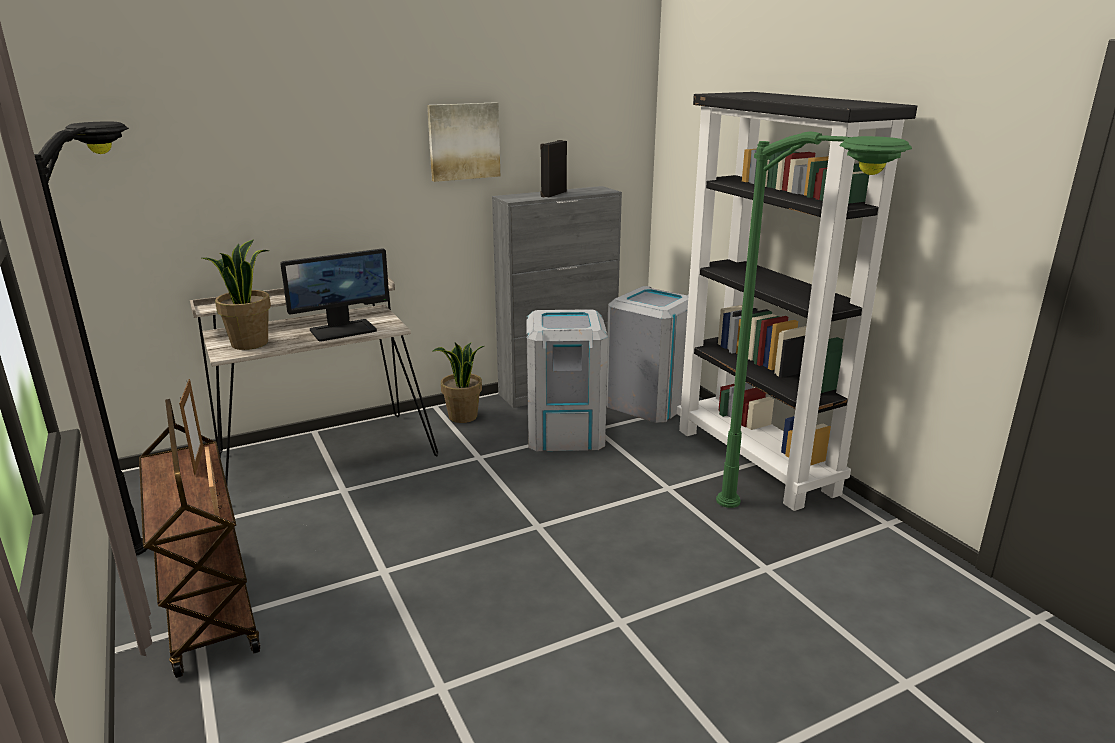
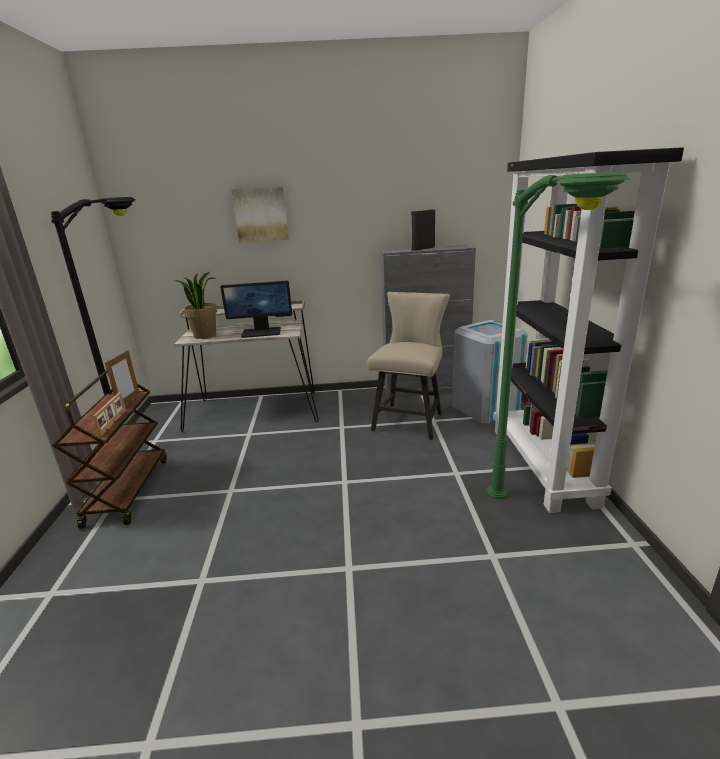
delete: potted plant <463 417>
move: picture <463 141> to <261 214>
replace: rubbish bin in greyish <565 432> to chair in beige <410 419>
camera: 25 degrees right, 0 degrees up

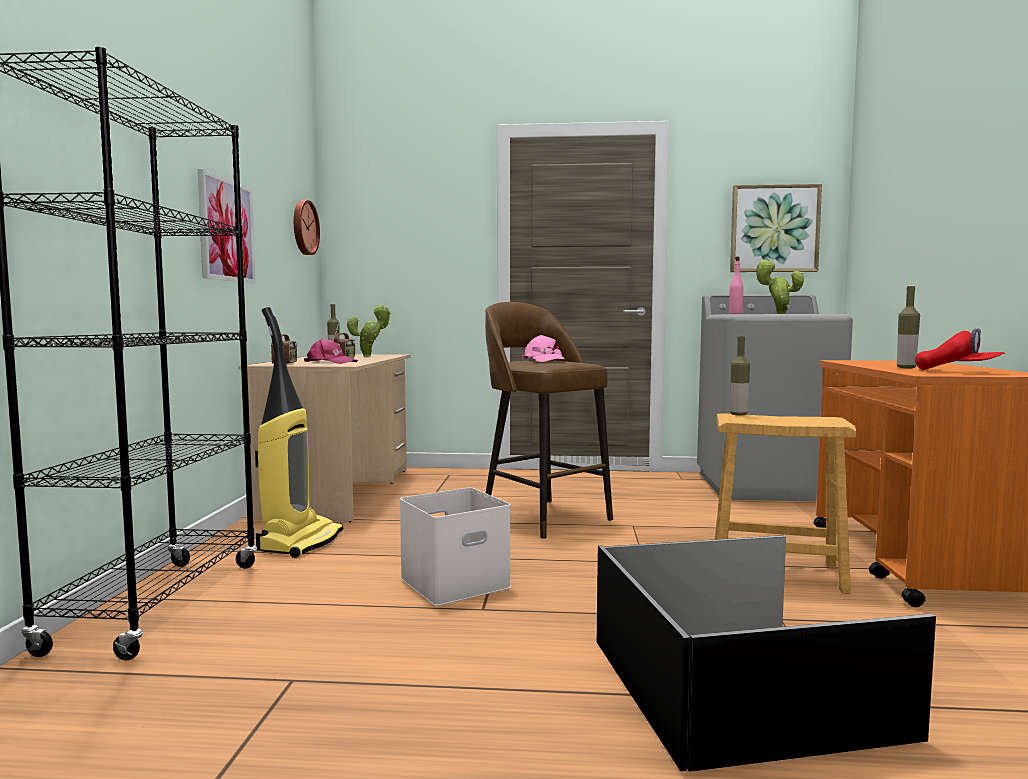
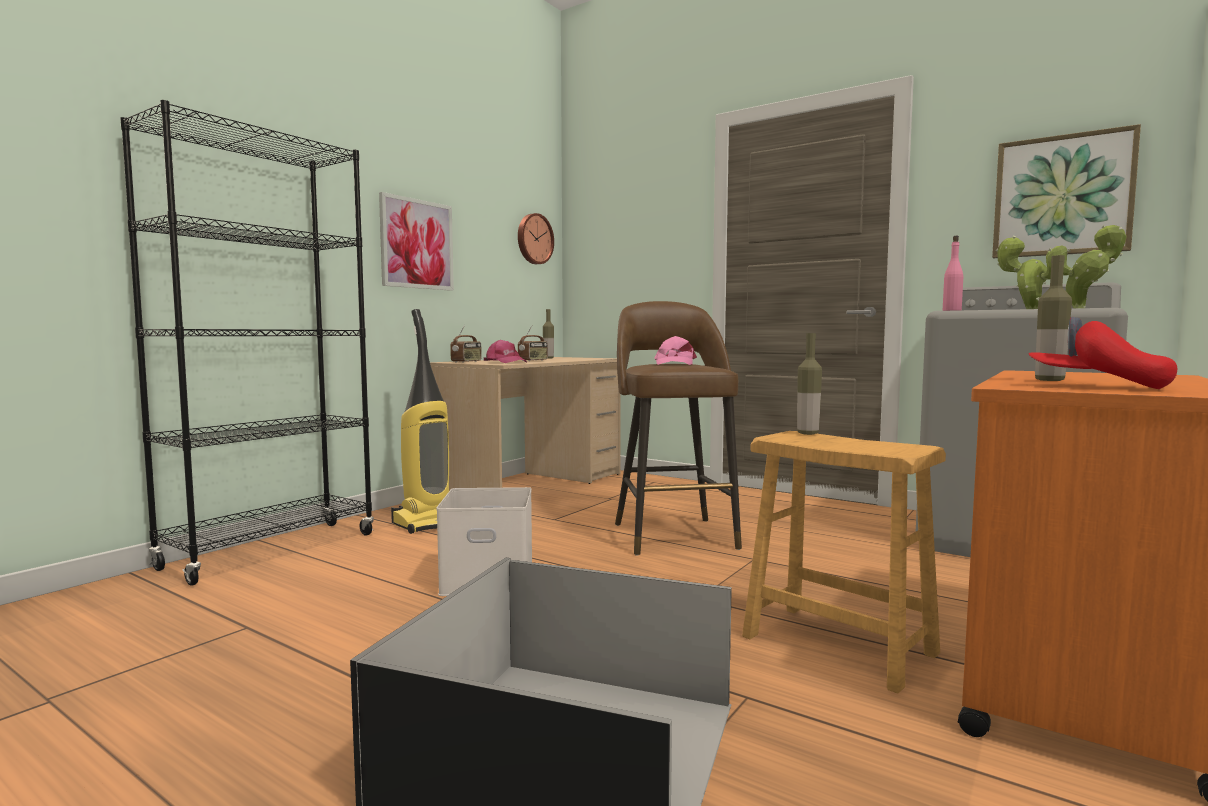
move: potted plant <370 356> to <1083 308>
rotate: baseball cap in red-coloured <957 371> = <1097 386> 150 degrees clockwise
camera: 30 degrees right, 0 degrees up

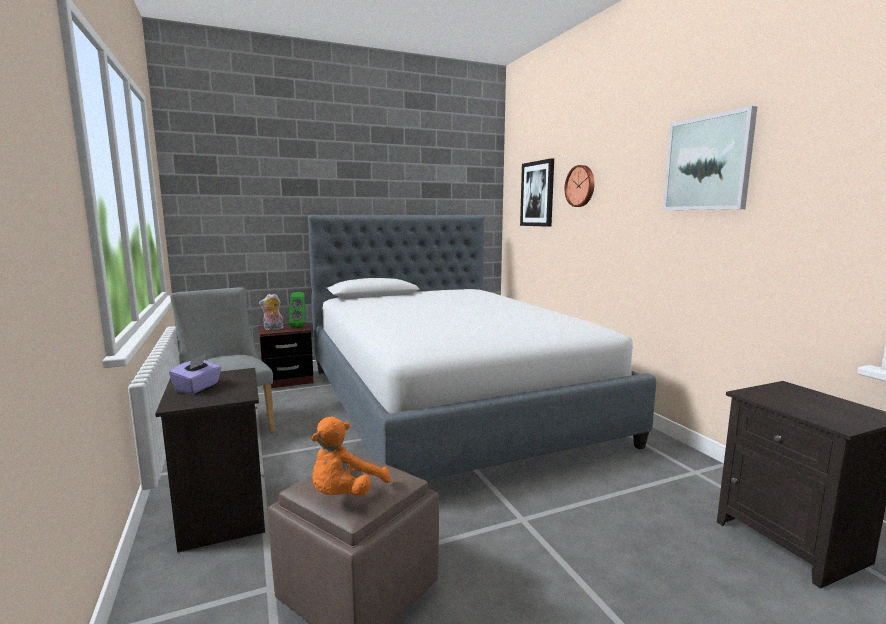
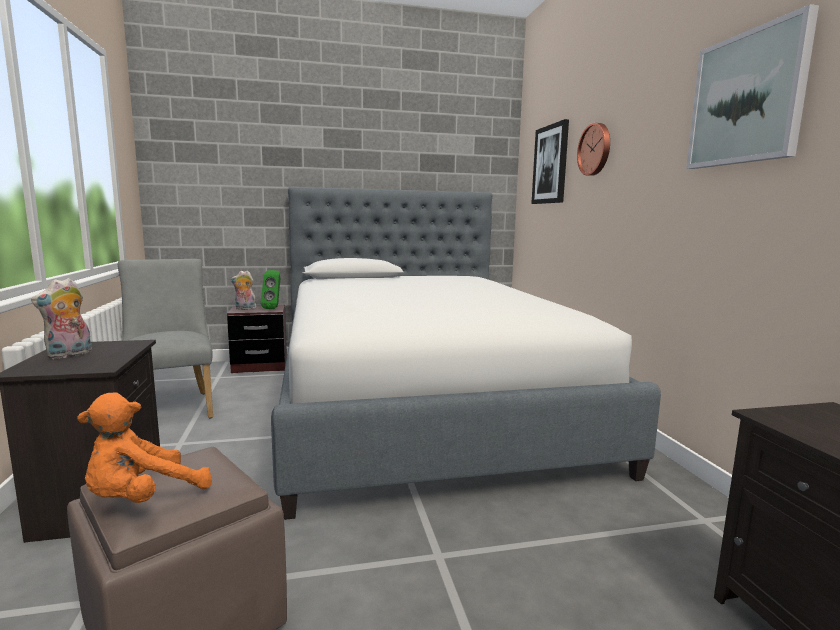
replace: tissue holder in purple-coloured <198 387> to soft toy <69 355>
camera: 10 degrees right, 0 degrees up

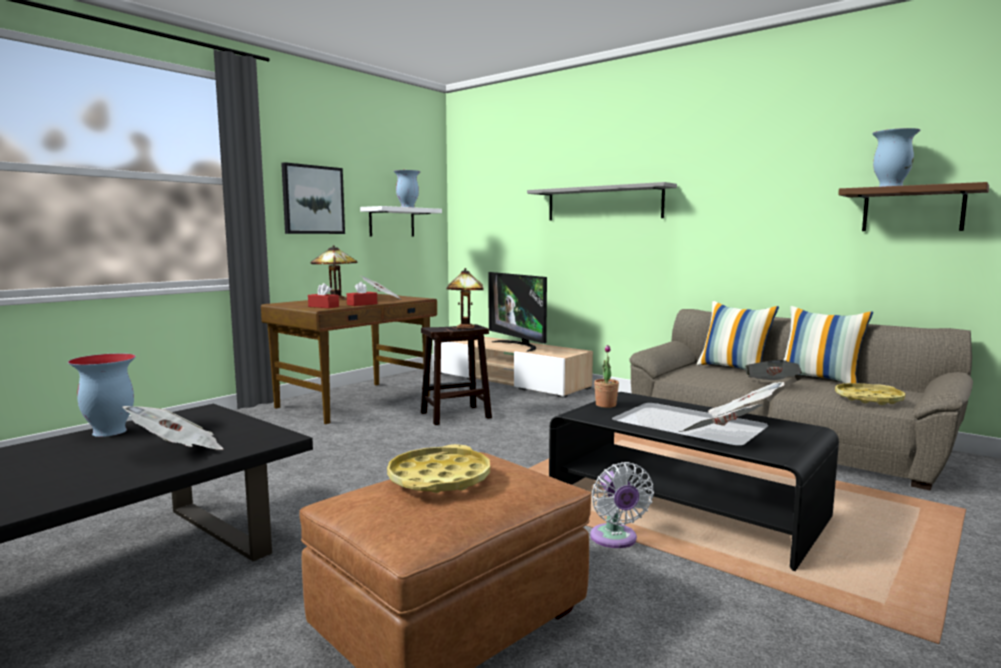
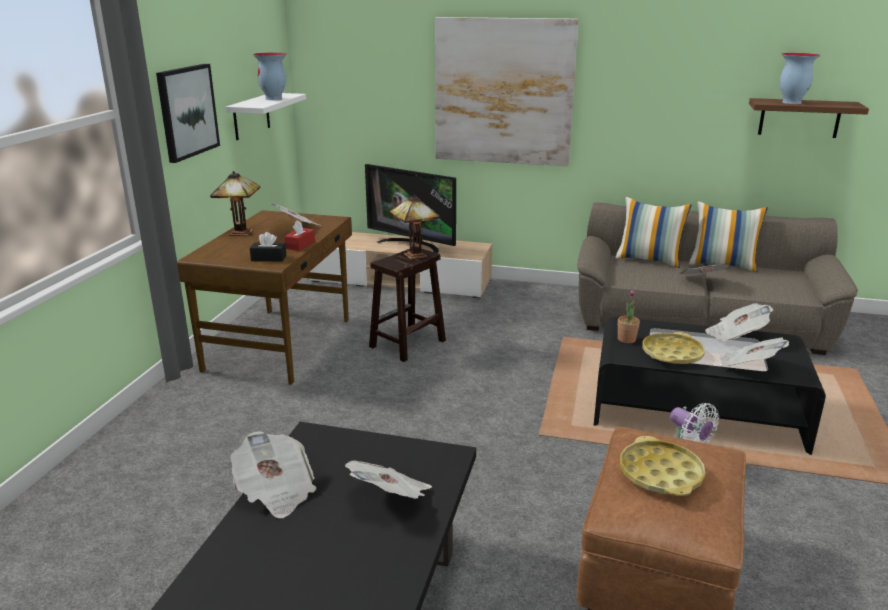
move: serving tray in yellow-coloured <868 399> to <672 354>
replace: bracket shelf in greyish <603 203> to picture <503 92>; decorative vase <109 432> to daily paper <275 492>
recolor: tissue holder in red-coloured <323 307> to tissue holder in blackish <268 258>
camera: 25 degrees left, 15 degrees up

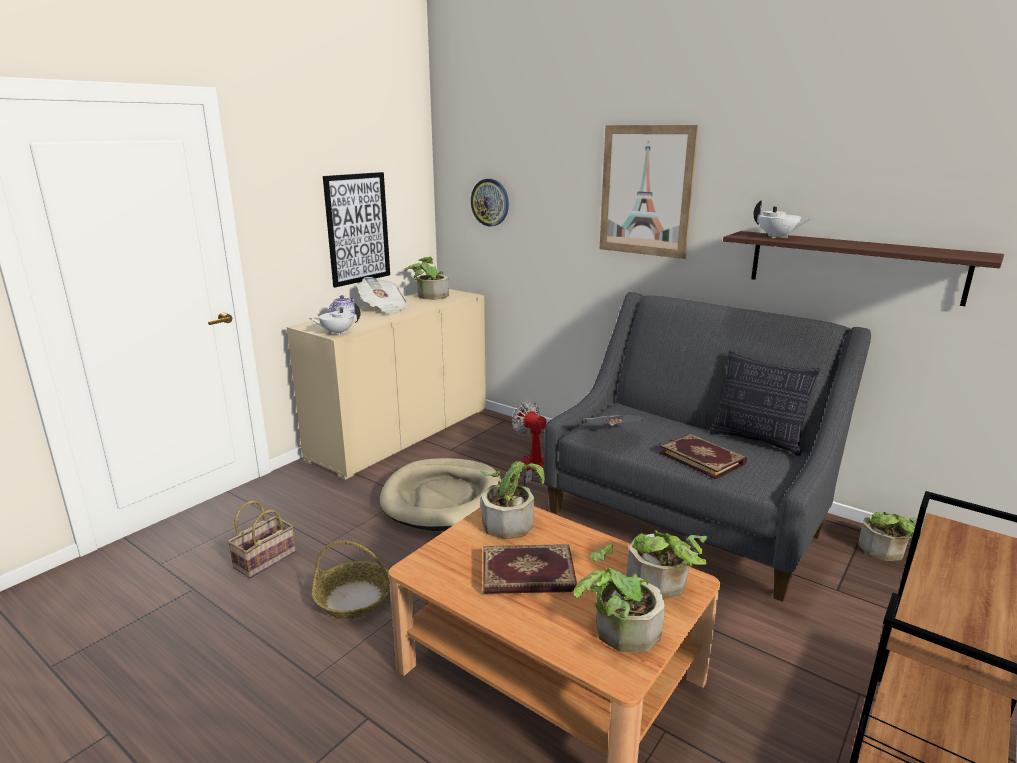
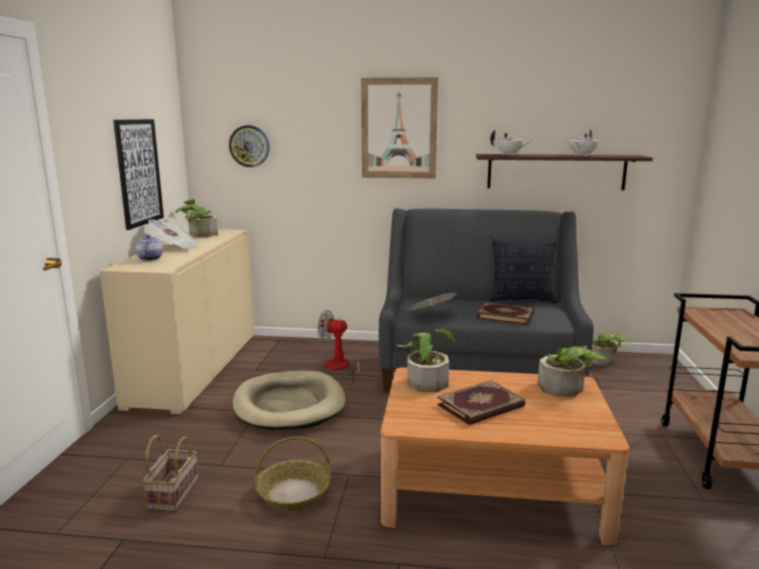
delete: potted plant <618 630>
move: tea pot in white-coloured <337 333> to <581 155>
camera: 30 degrees left, 5 degrees down

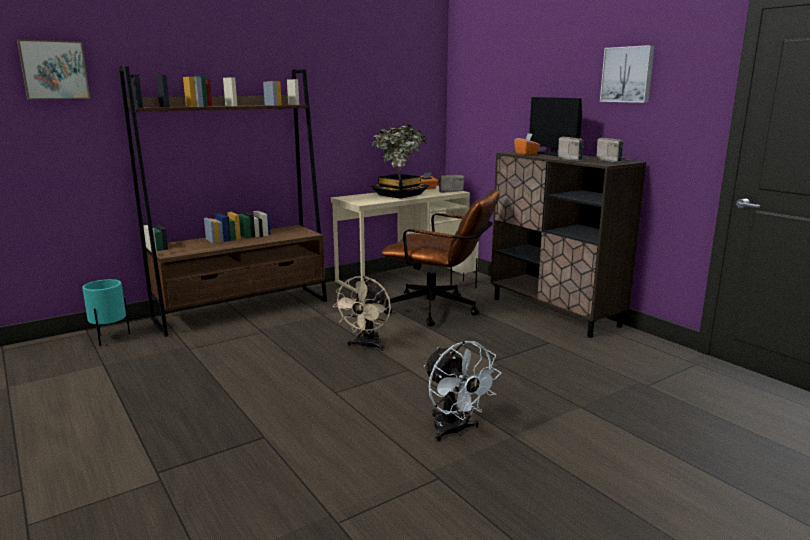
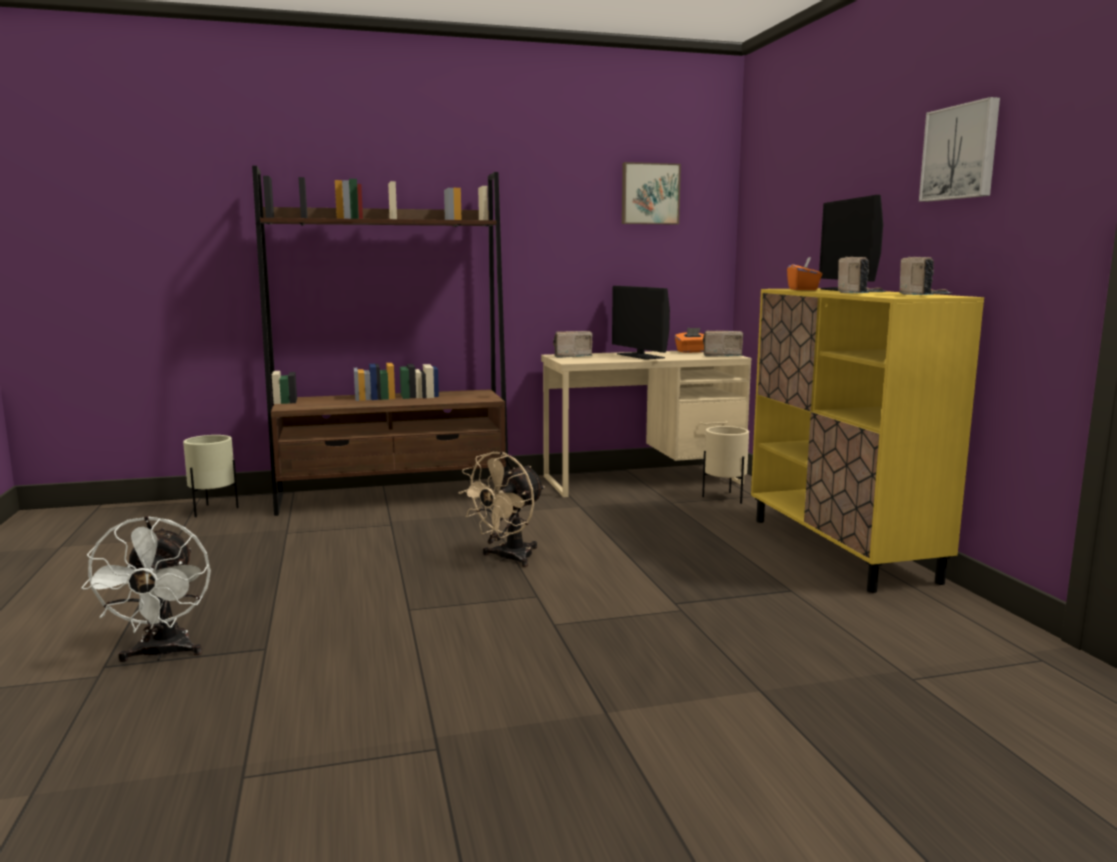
delete: computer chair in brownish <440 311>
insert: radio set <570 356>
move: picture <54 70> to <649 194>; cooling fan in white-coloured <454 431> to <162 654>
replace: potted plant <399 195> to computer screen <640 356>
recolor: cupboard in brownish <554 312> to cupboard in yellow-coloured <841 549>; planter in turquoise <110 338> to planter in beige <213 510>
camera: 20 degrees right, 5 degrees down

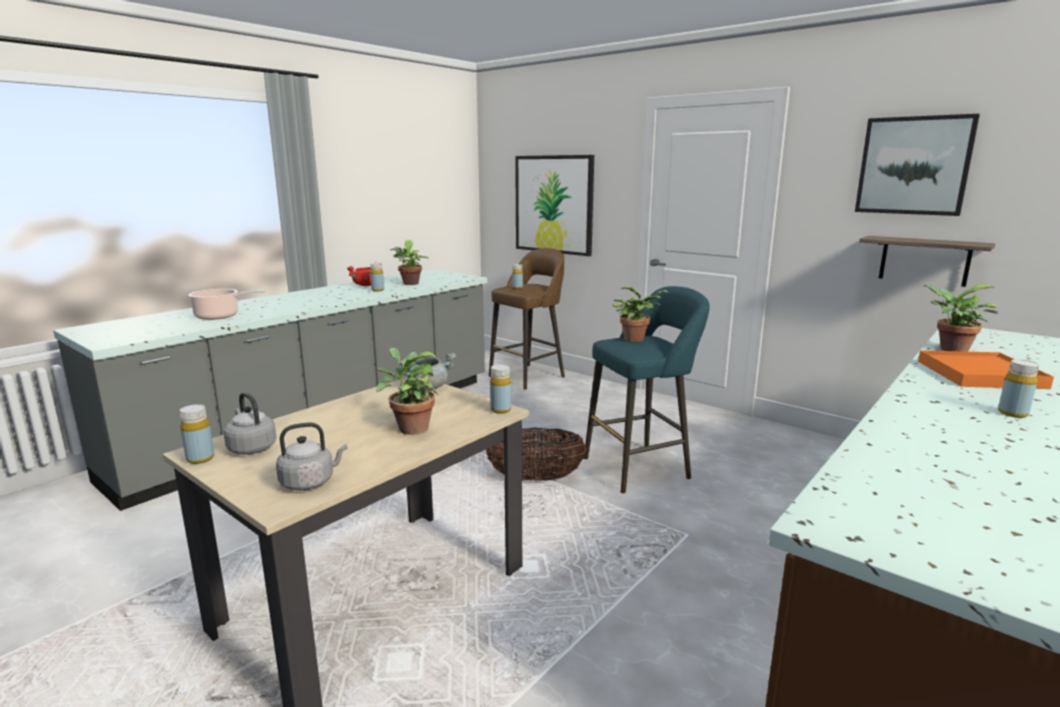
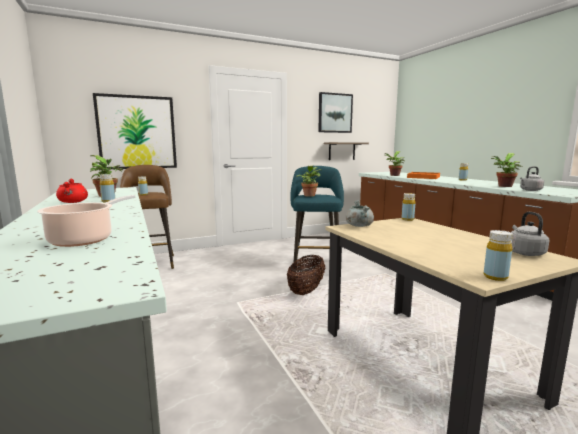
move: potted plant <410 428> to <504 186>; water kettle in greyish <251 448> to <530 190>
camera: 65 degrees left, 5 degrees down

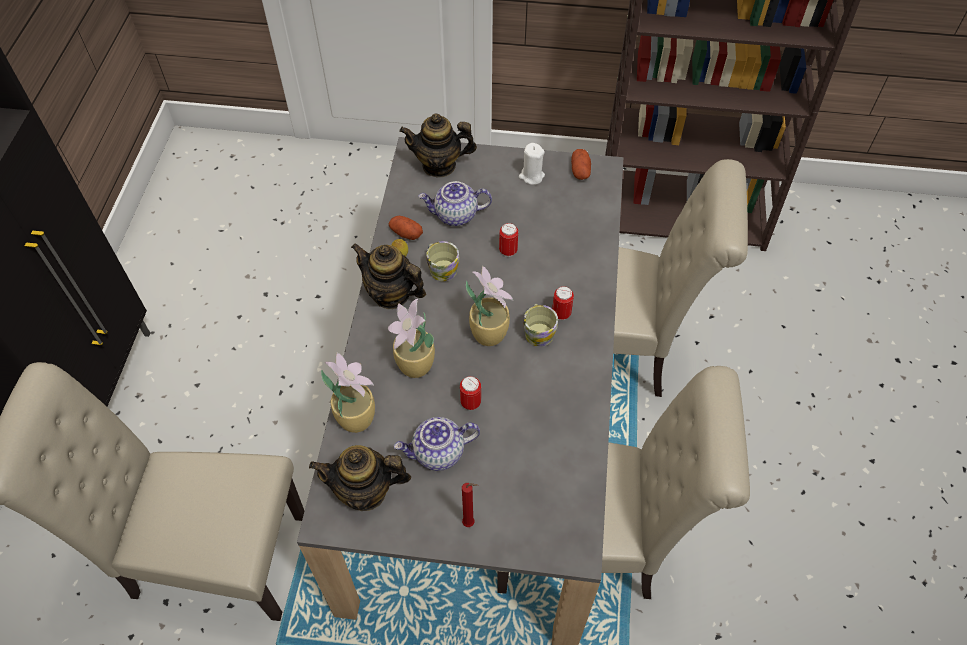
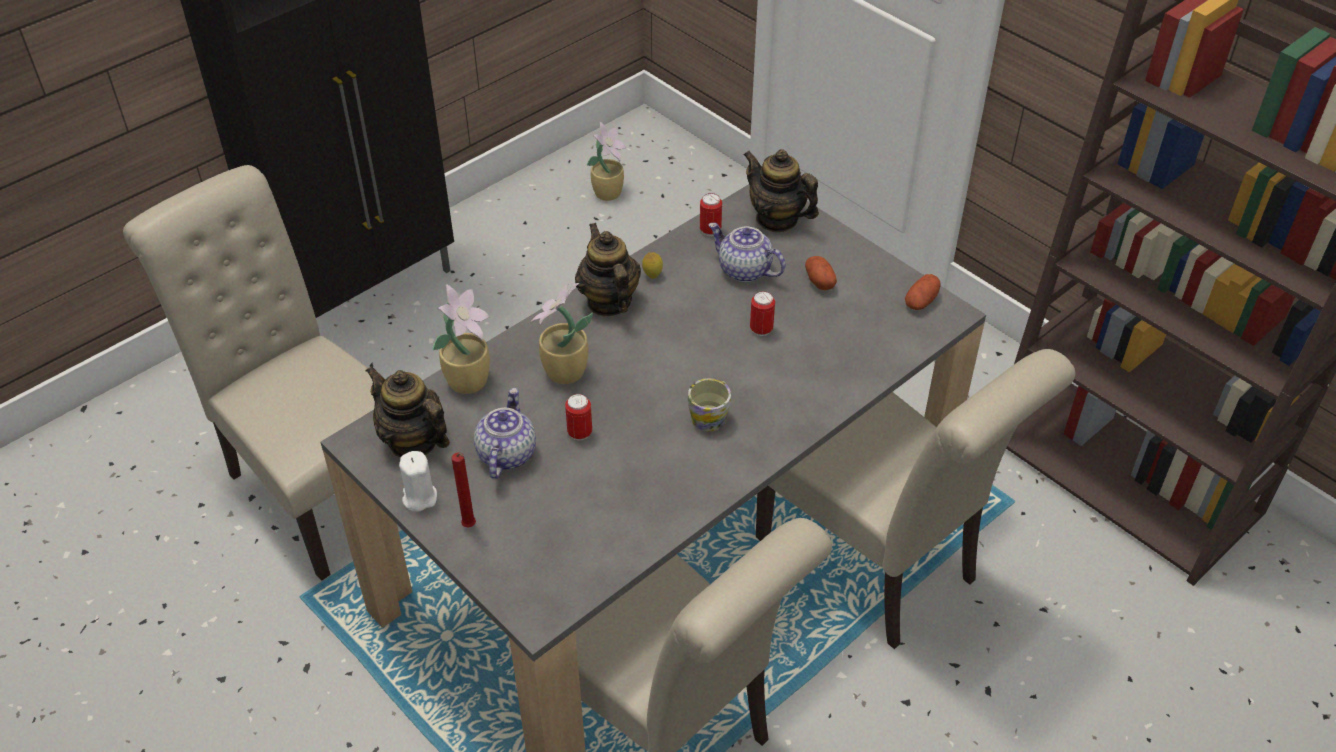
delete: tea mug <441 268>
move: wax candle in white-coloured <531 176> to <419 497>; potato <406 233> to <819 281>; potted plant <489 332> to <609 192>; metal can <561 313> to <710 230>
rotate: tea pot <438 453> = <506 454> 75 degrees clockwise
camera: 40 degrees right, 10 degrees down

